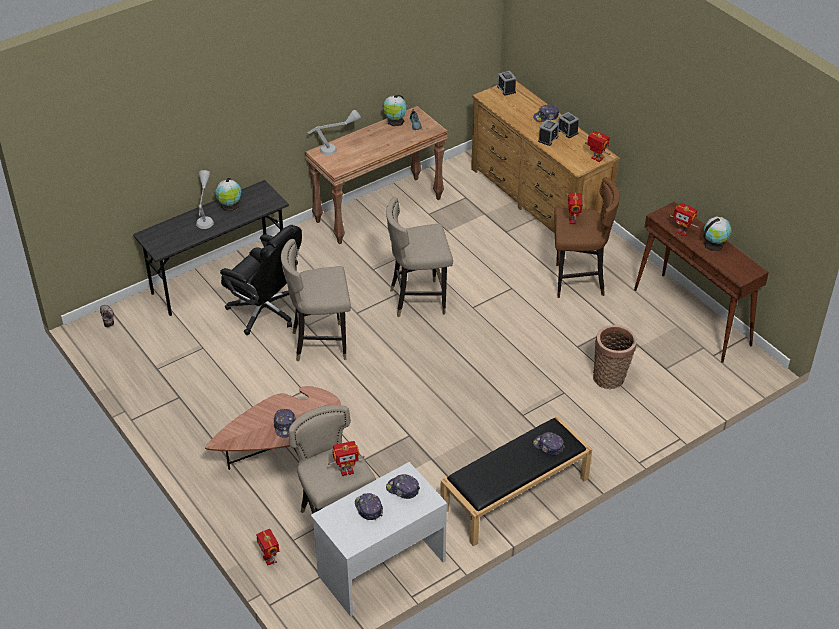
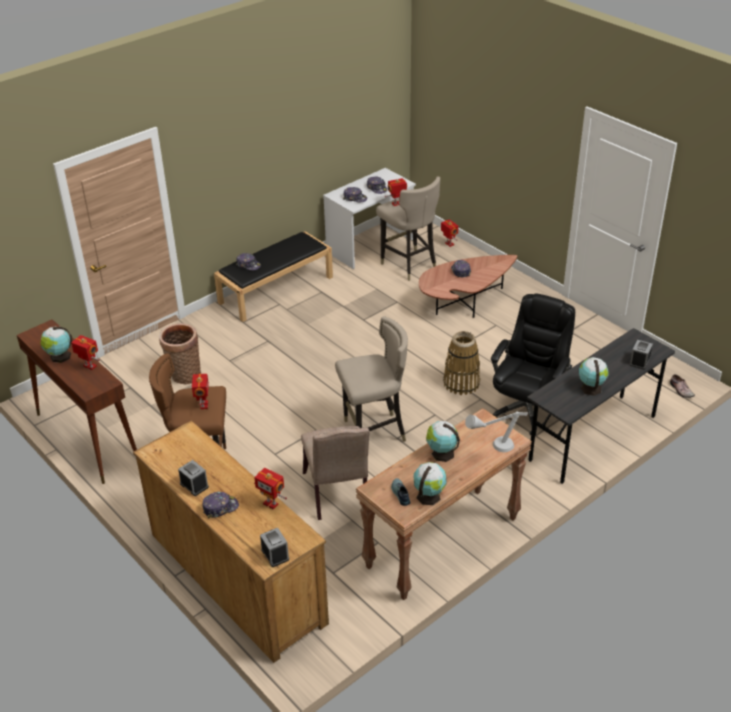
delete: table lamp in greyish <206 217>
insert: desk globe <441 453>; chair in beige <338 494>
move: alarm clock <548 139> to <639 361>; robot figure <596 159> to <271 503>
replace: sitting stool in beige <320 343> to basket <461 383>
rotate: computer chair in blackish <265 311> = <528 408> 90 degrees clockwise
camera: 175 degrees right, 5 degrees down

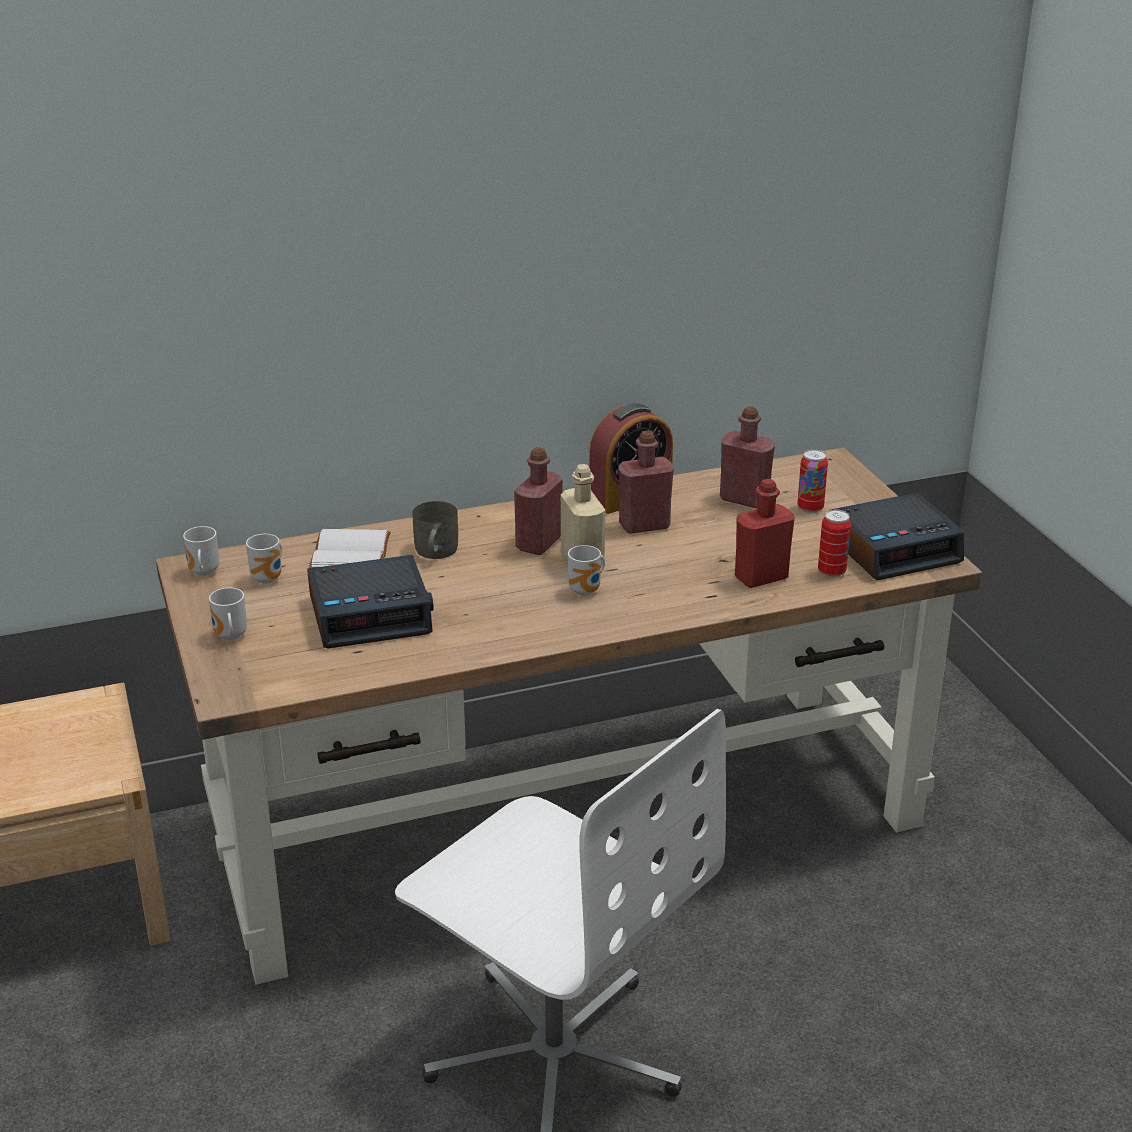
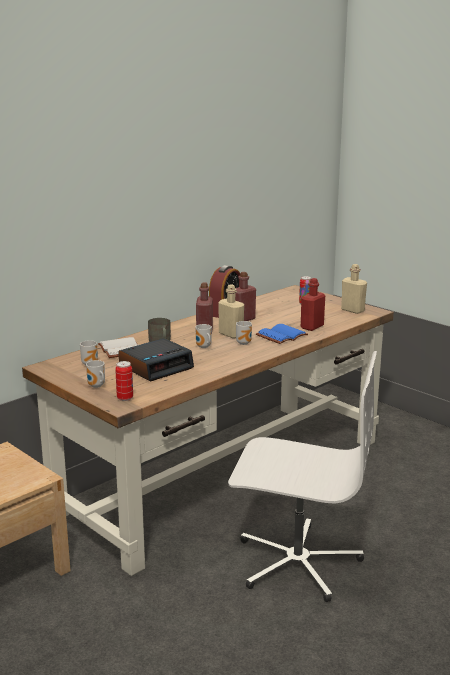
delete: bottle in red-coloured <744 499>
insert: volume in blue-coloured <281 335>
move: metal can <831 572> to <125 398>; tea mug <202 573> to <203 347>
replace: alarm clock <894 548> to bottle in beige <352 310>
camera: 25 degrees left, 10 degrees down

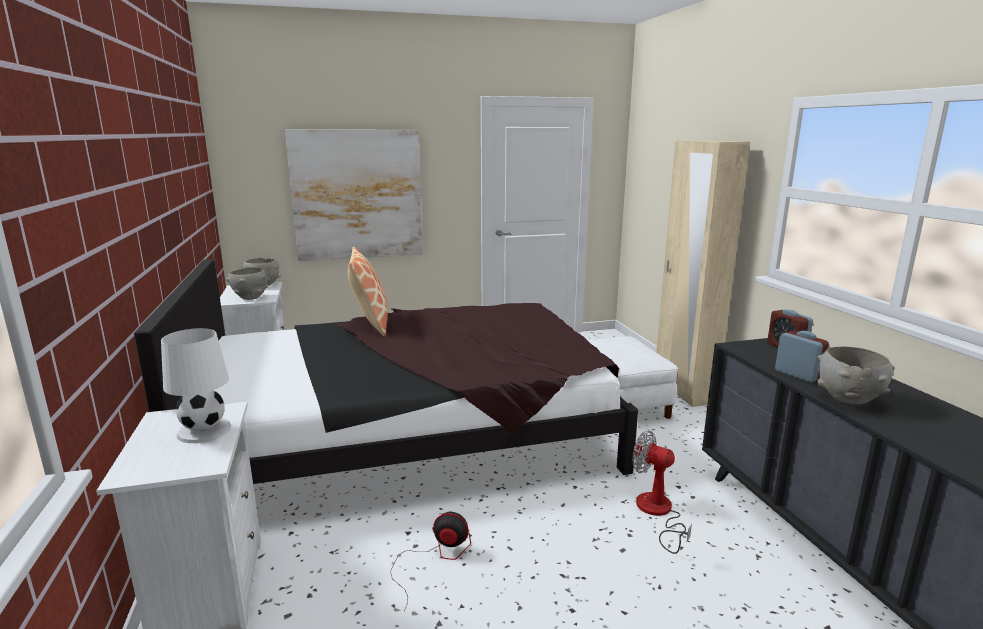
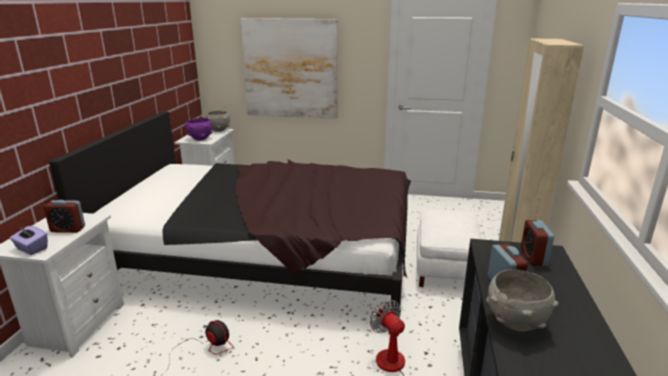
delete: throw pillow <370 323>
insert: tissue holder in purple-coloured <31 249>
replace: table lamp in white-coloured <205 430> to alarm clock <68 229>
recolor: bowl in greyish <250 298> to bowl in purple-coloured <200 139>
camera: 25 degrees right, 5 degrees up

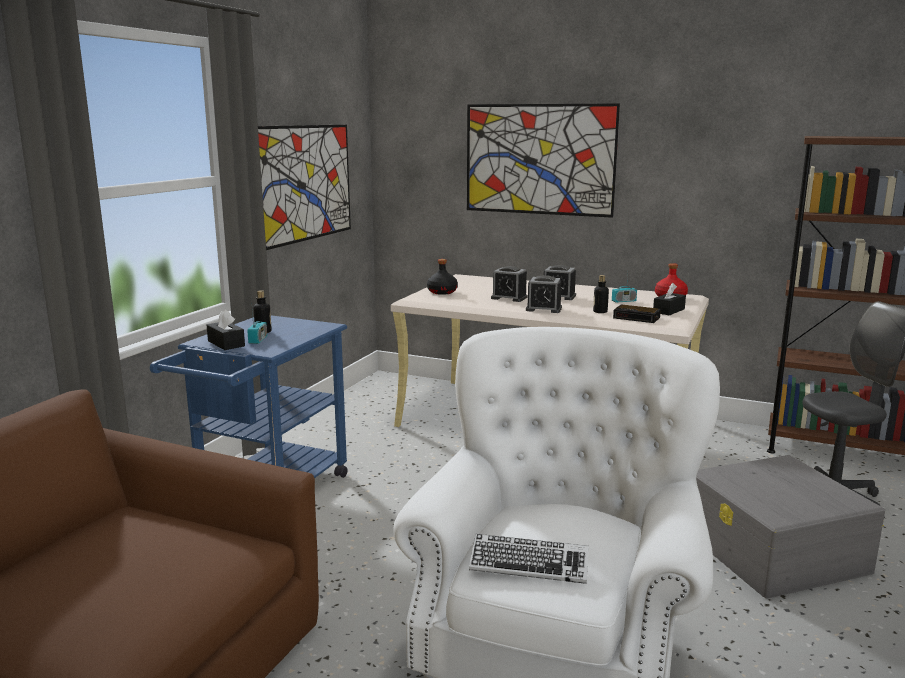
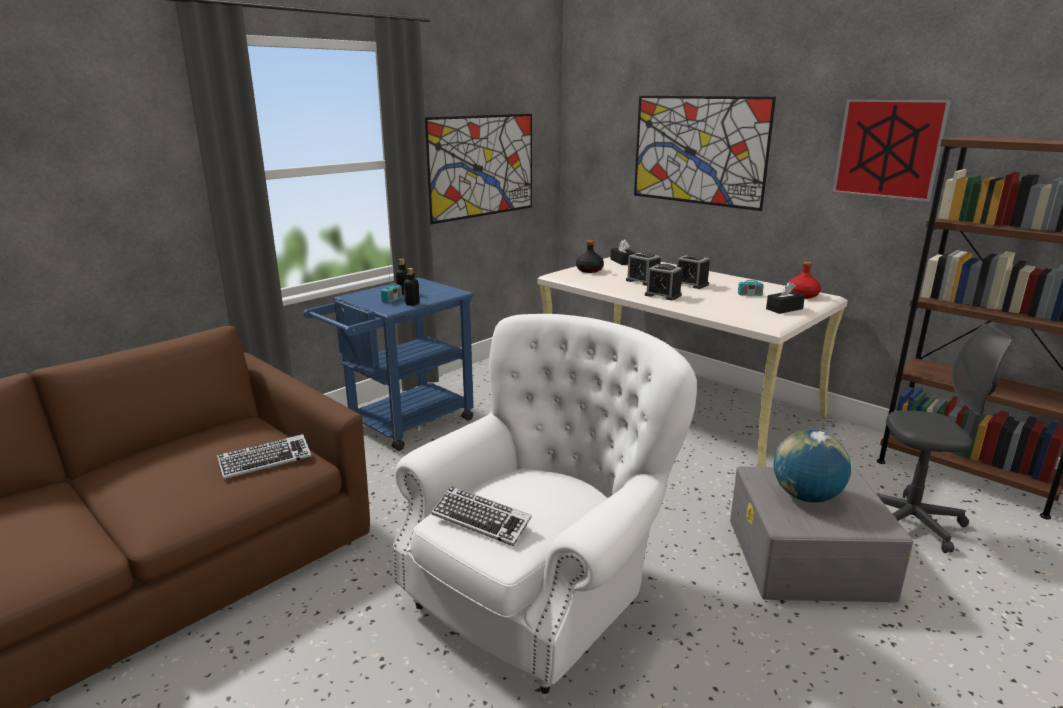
delete: alarm clock <637 318>
insert: picture <888 149>; desk globe <806 496>; keyboard <265 461>
move: bottle <600 311> to <412 304>; tissue holder in blackish <226 343> to <622 261>
camera: 20 degrees right, 5 degrees up

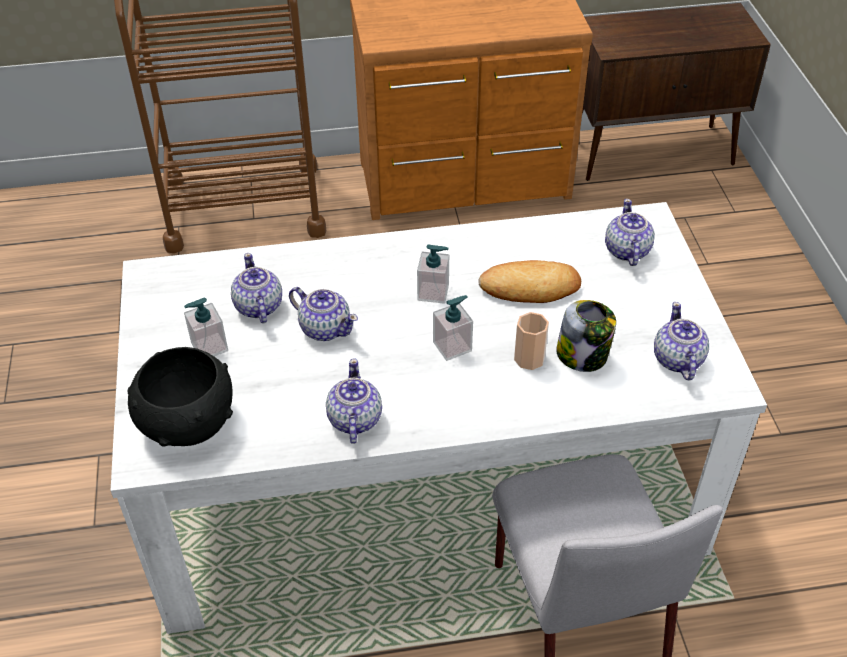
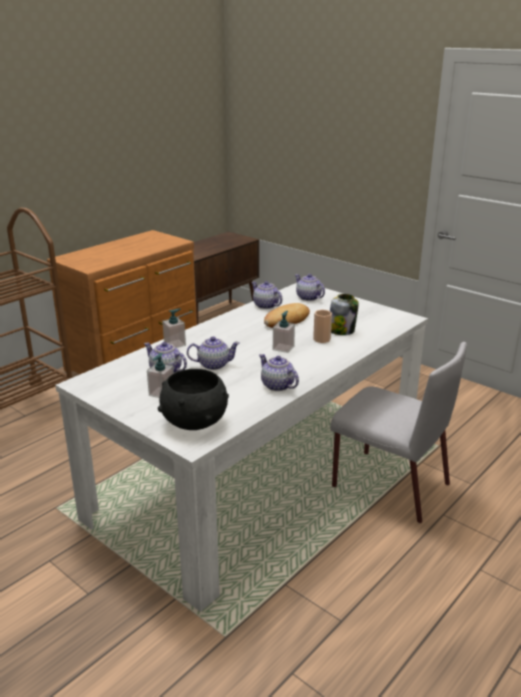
move: liquid soap bottle <433 292> to <175 344>; tea pot <677 360> to <266 306>
camera: 40 degrees left, 20 degrees down

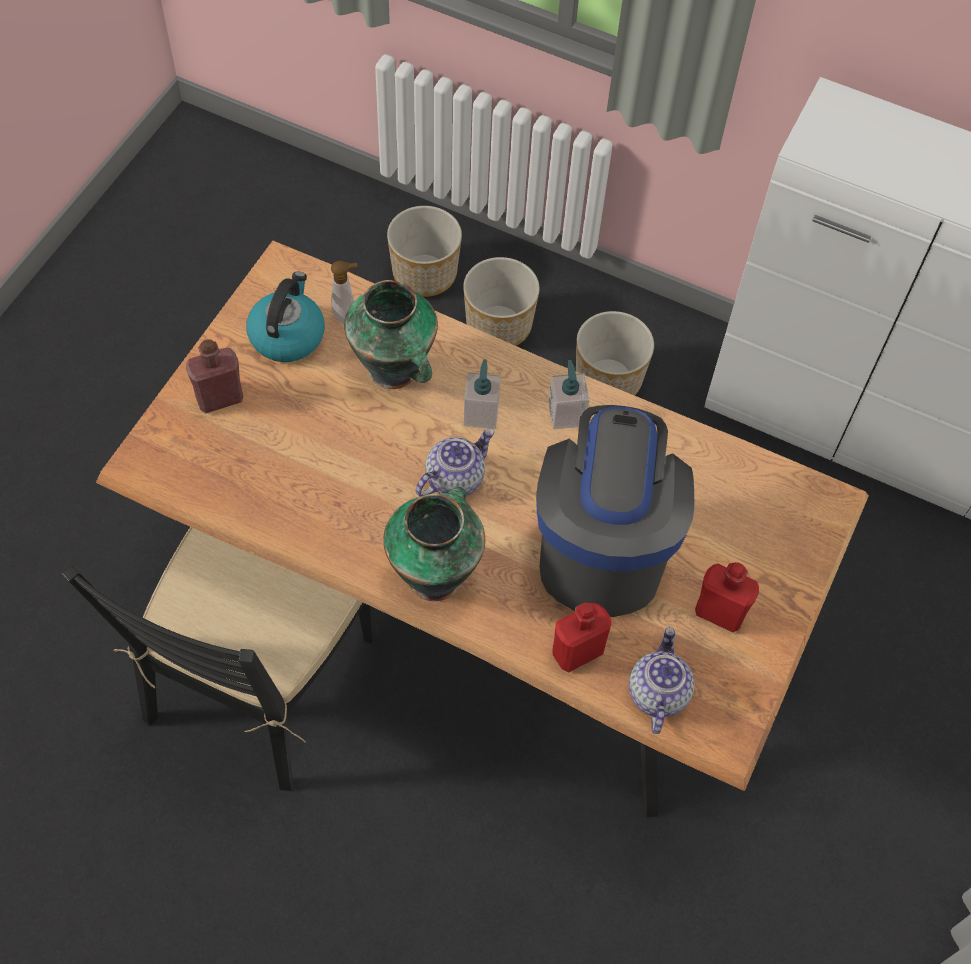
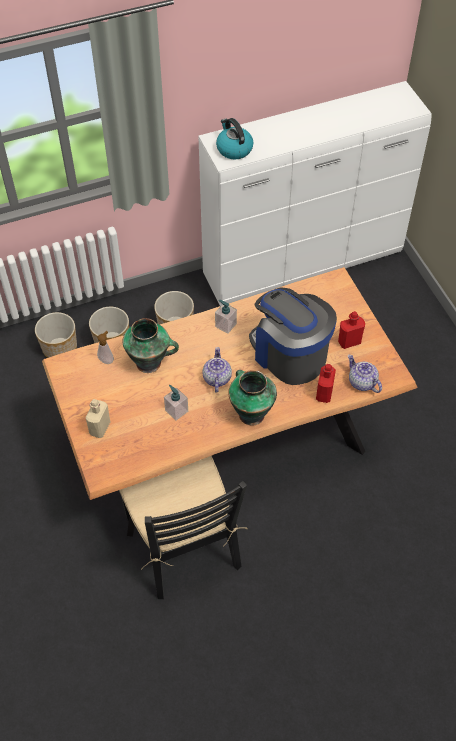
move: water kettle <287 335> to <234 149>; liquid soap bottle <481 413> to <176 411>
recolor: bottle in red-coloured <220 398> to bottle in beige <100 428>
camera: 45 degrees left, 5 degrees down

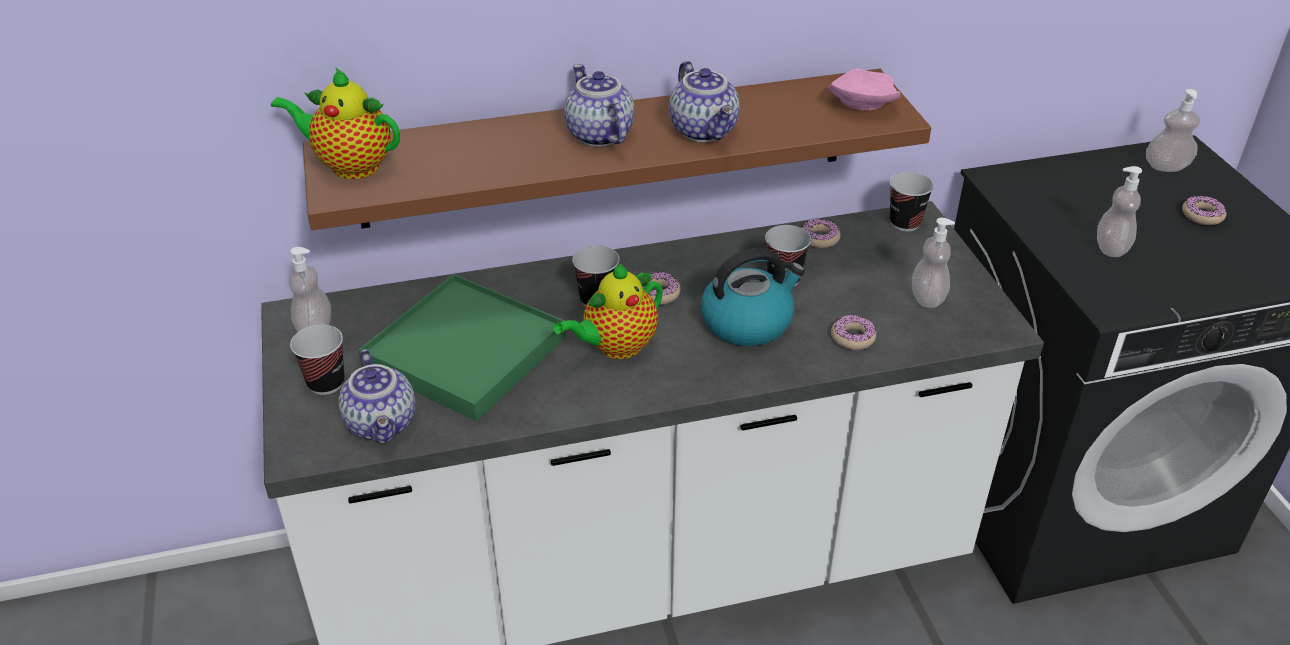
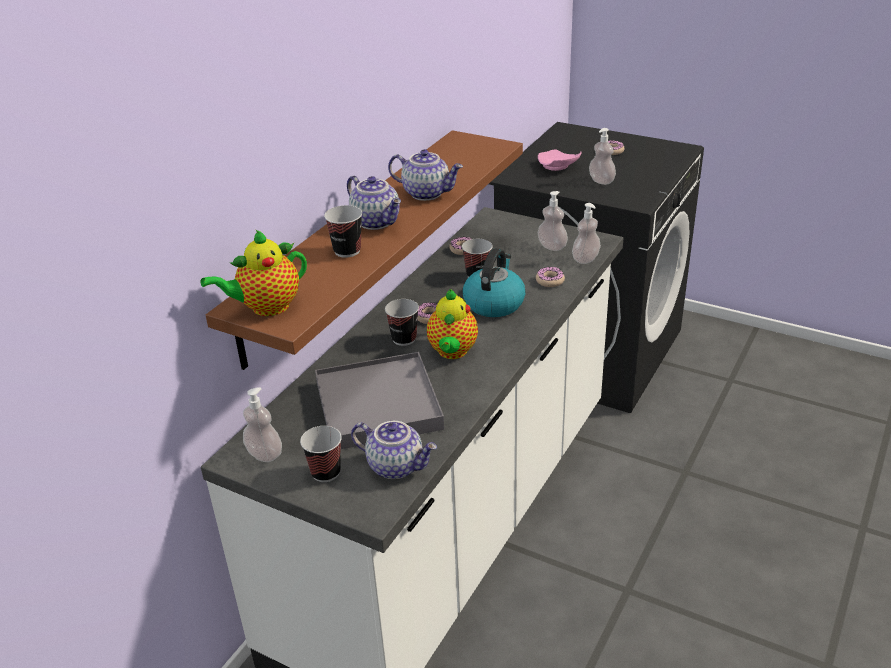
move: plate in pinkish <861 103> to <557 167>; liquid soap bottle <1166 167> to <585 259>; small cup <905 223> to <347 251>
recolor: serving tray in greenish <465 351> to serving tray in greyish <377 405>
rotate: tea pot <597 135> = <377 222> 150 degrees counterclockwise
camera: 45 degrees left, 5 degrees down

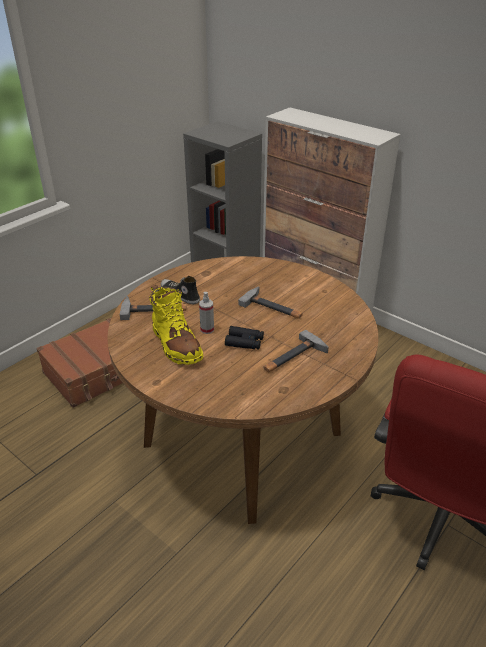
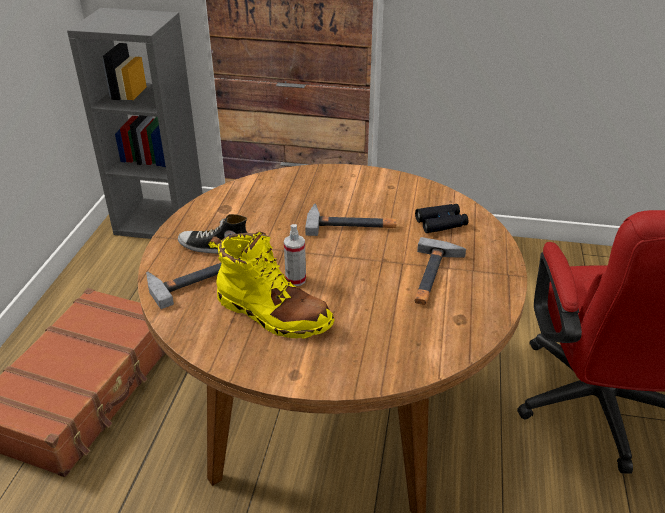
move: pair of binoculars in blackish <244 342> to <441 223>
camera: 30 degrees left, 0 degrees up

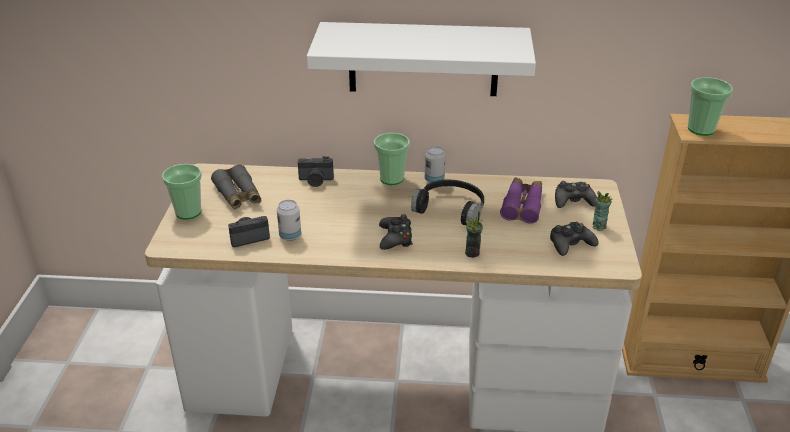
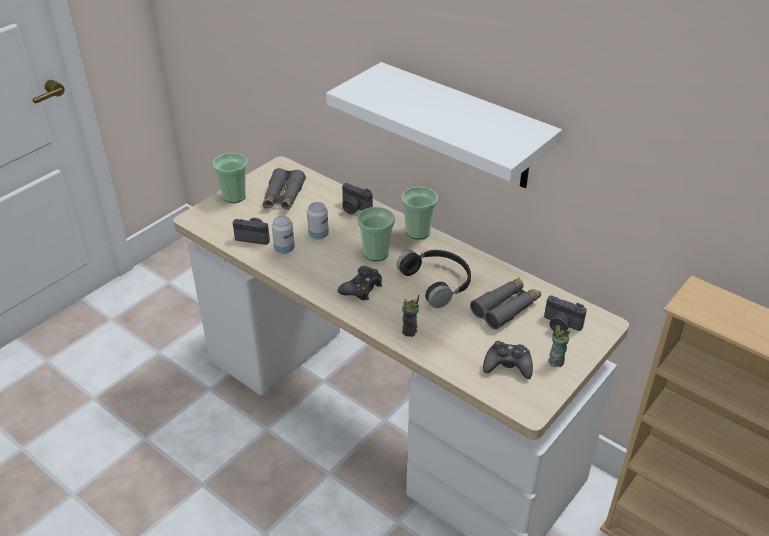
move: small cup <701 129> to <376 253>; metal can <434 180> to <318 235>
replace: game controller in blackish <573 201> to still camera <561 325>
recolor: pair of binoculars in purple-coloured <522 205> to pair of binoculars in greyish <506 308>
camera: 35 degrees right, 5 degrees up

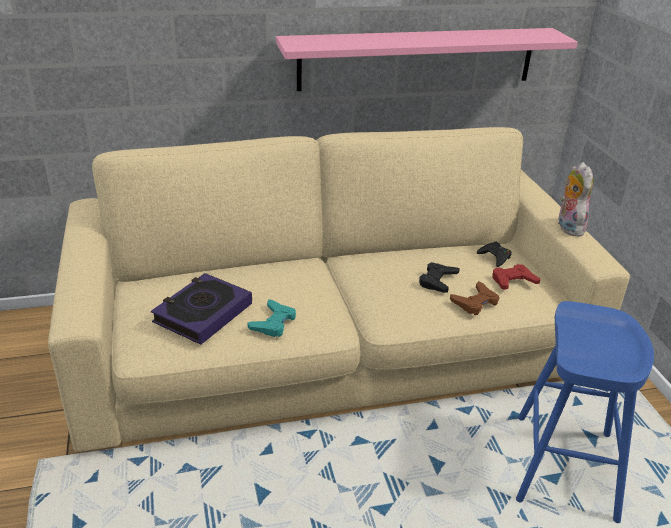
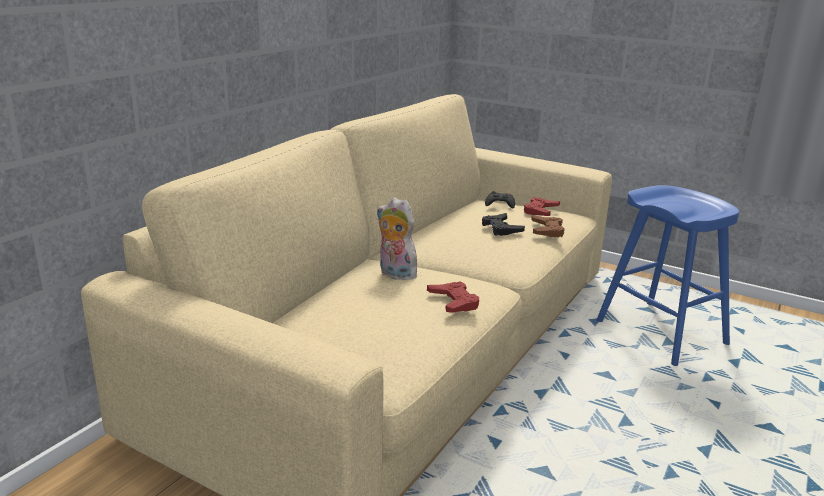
delete: bracket shelf in pinkish <417 58>; volume <202 313>
move: soft toy <567 227> to <395 274>
recolor: game controller in turquoise <273 323> to game controller in red-coloured <454 302>
camera: 45 degrees left, 10 degrees down

